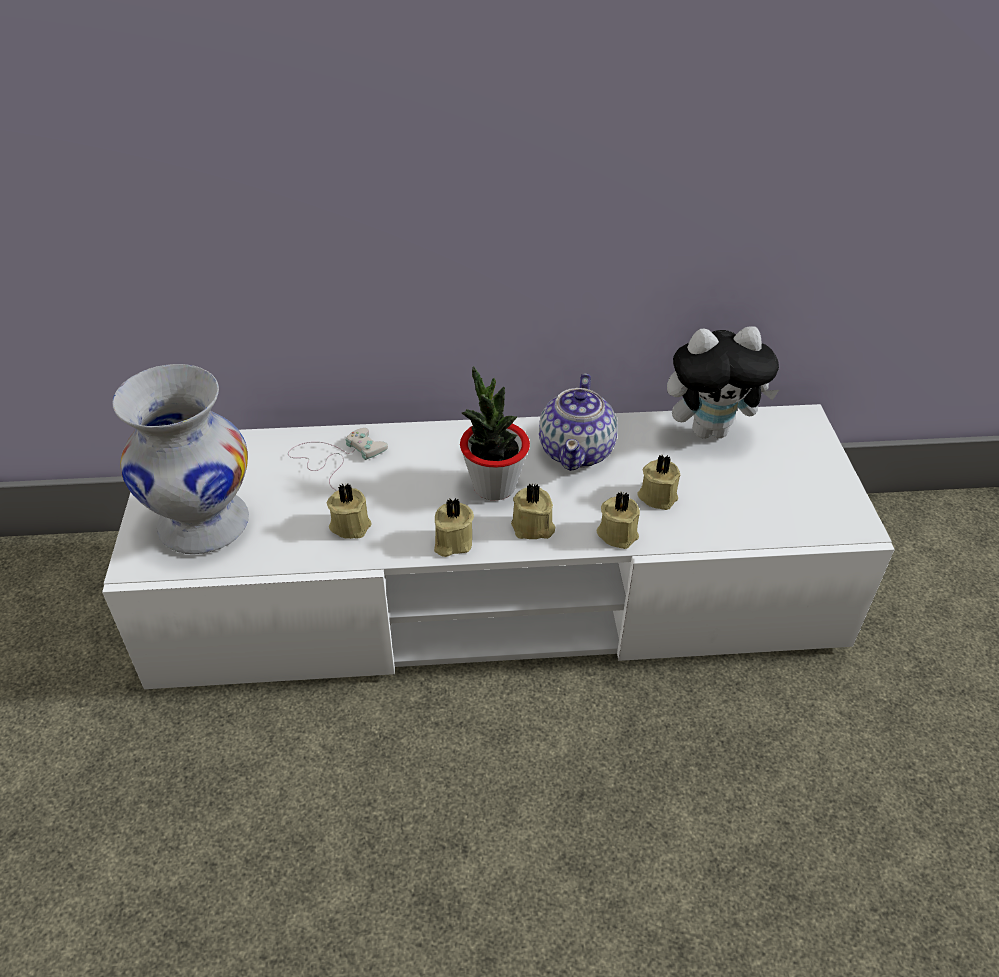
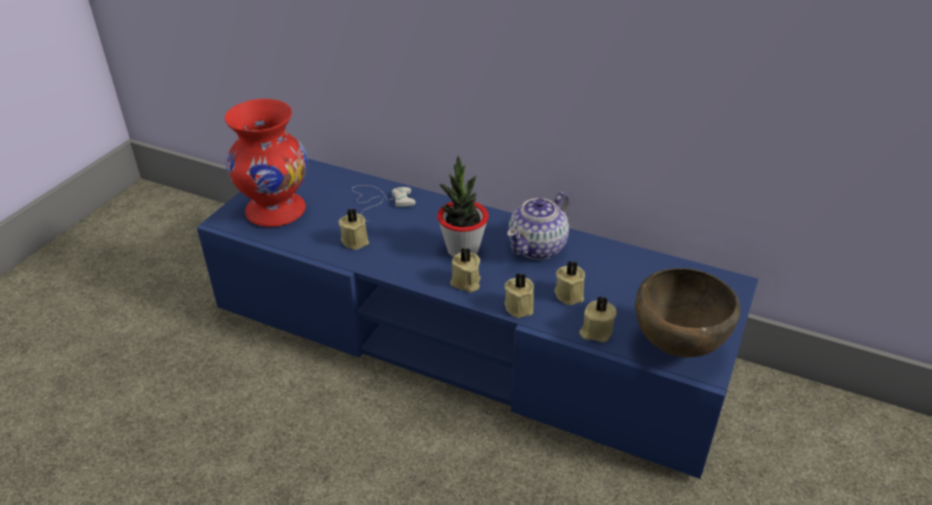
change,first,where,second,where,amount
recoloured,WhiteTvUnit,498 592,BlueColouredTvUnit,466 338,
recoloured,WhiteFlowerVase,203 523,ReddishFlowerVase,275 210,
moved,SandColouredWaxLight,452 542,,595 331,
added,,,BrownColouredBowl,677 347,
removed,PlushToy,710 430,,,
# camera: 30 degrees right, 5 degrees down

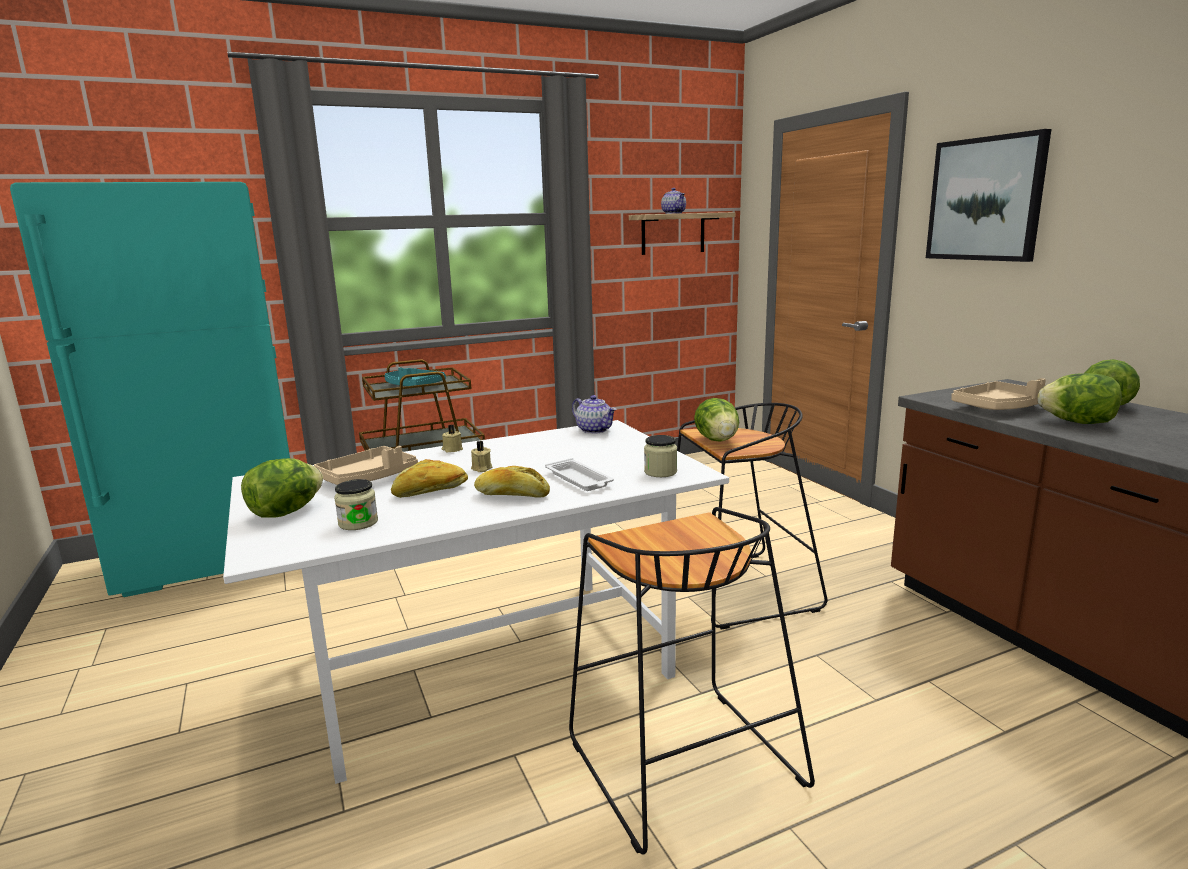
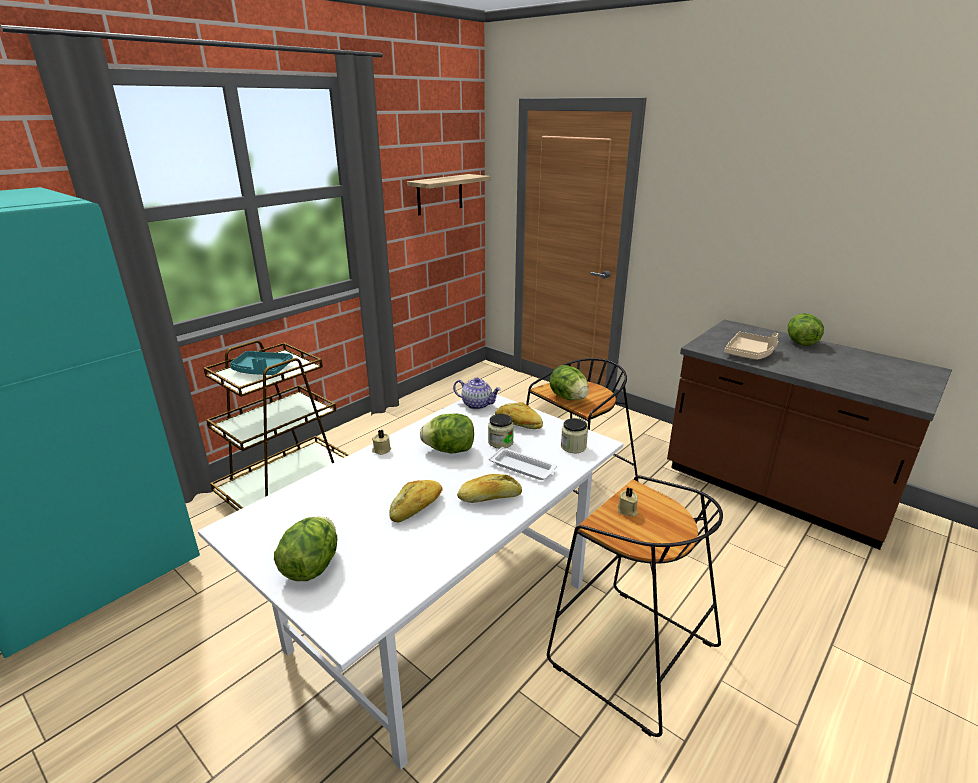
change,first,where,second,where,amount
moved,Lettuce,1077 422,,450 450,
moved,StorageJar,358 523,,500 442,
added,,,BakeryBread,518 424,
moved,SandColouredWaxLight,481 469,,627 511,
removed,SandColouredServingTray,368 478,,,
removed,PotForTea,674 213,,,
removed,Picture,985 199,,,
# camera: 25 degrees left, 10 degrees up

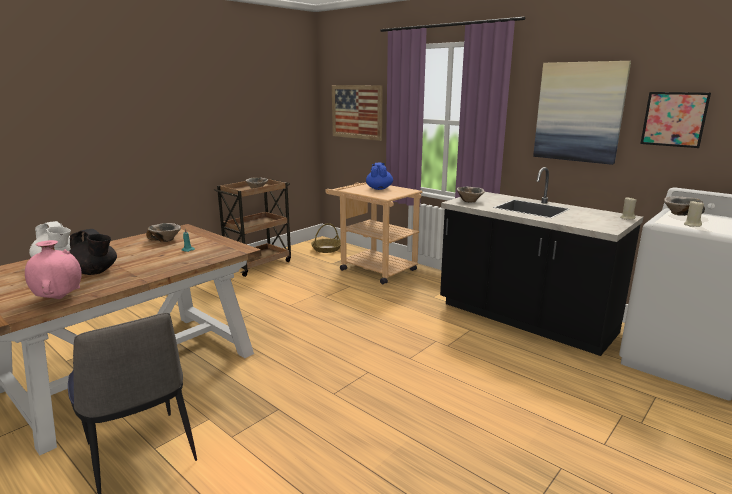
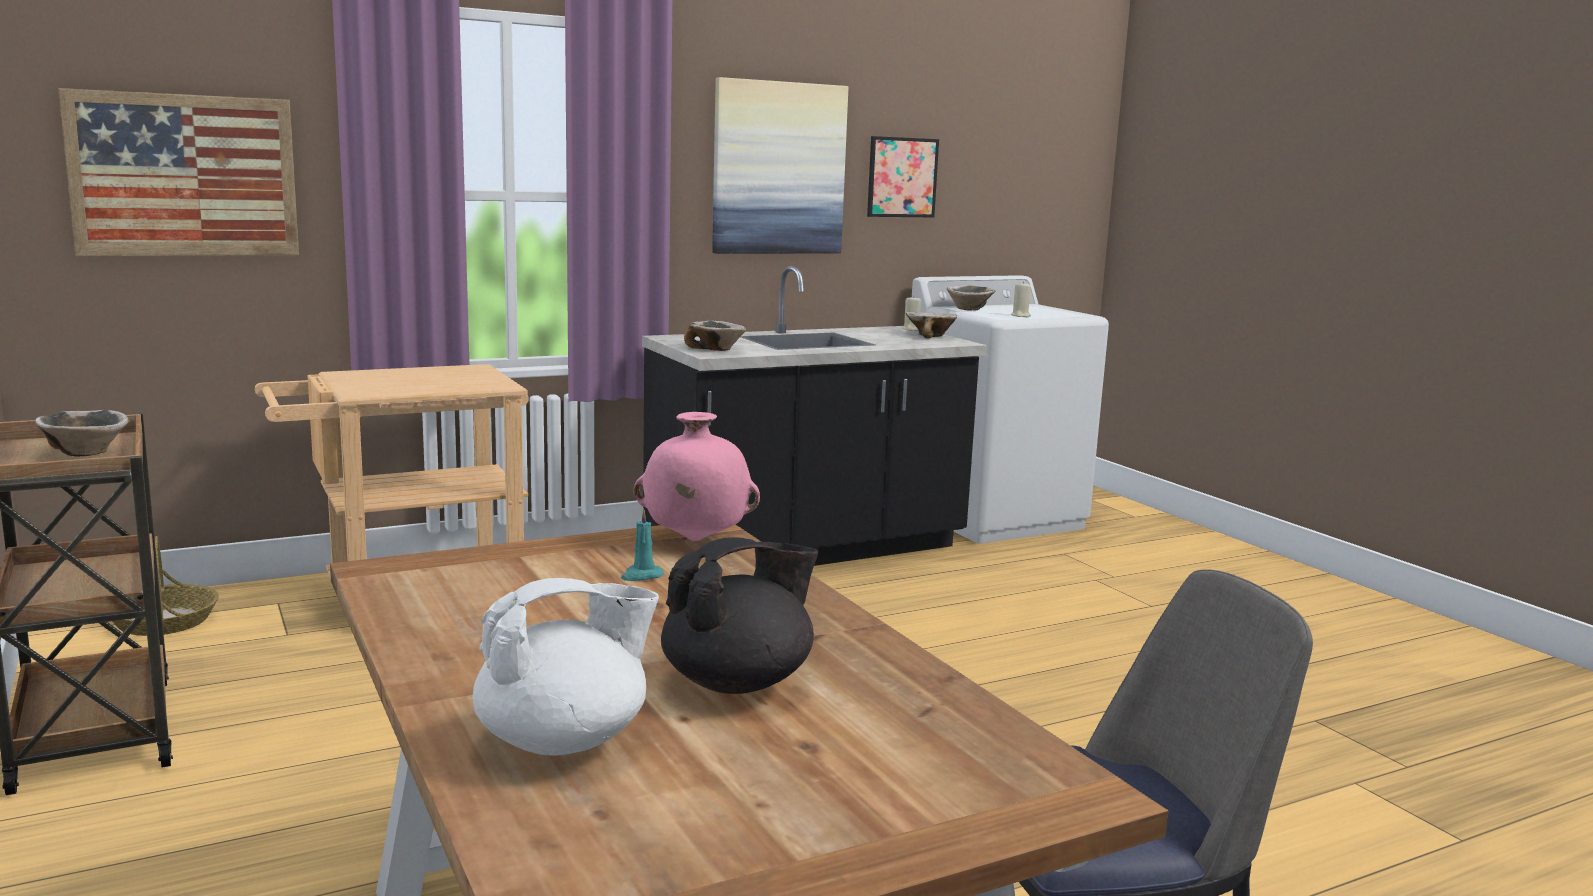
change,first,where,second,where,amount
moved,PinkishFlowerVase,59 298,,694 540,
moved,Bowl,166 240,,930 336,
removed,BlueColouredPotForTea,379 188,,,
# camera: 70 degrees left, 5 degrees down

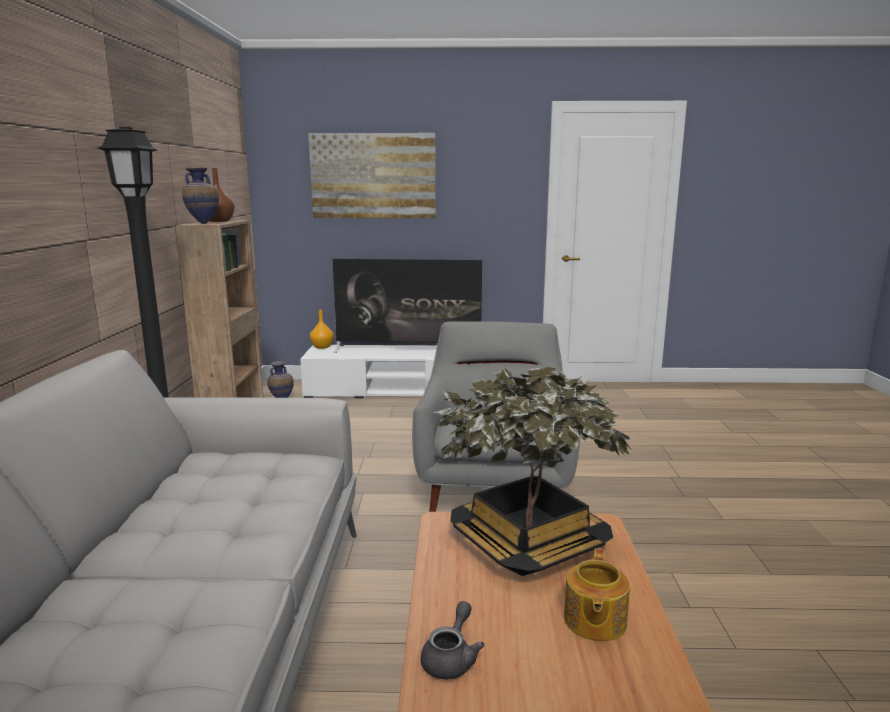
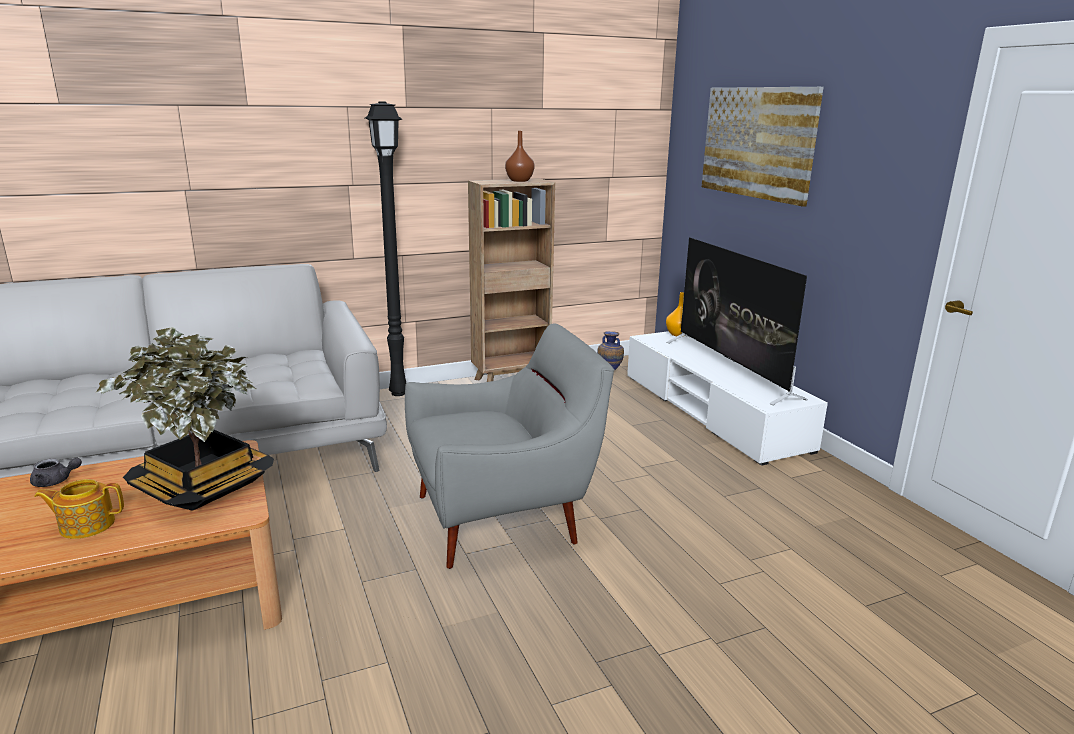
change,first,where,second,where,amount
removed,FlowerVase,203 223,,,
# camera: 65 degrees right, 5 degrees up

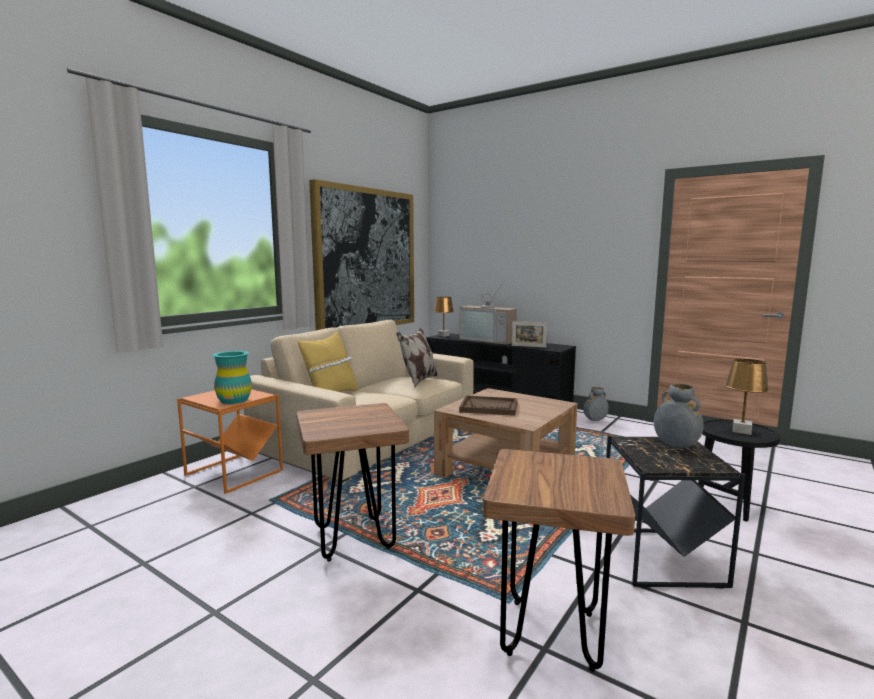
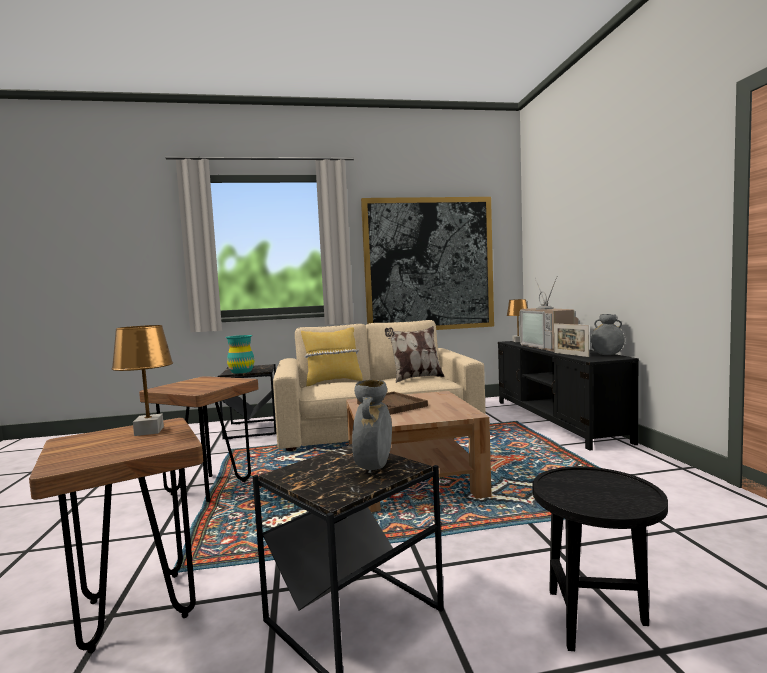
change,first,where,second,where,amount
moved,BrownColouredTabletopLamp,741 431,,149 431,
recoloured,OrangeColouredAccentTable,234 473,BlackColouredAccentTable,253 429,
moved,GreyFlowerVase,595 420,,607 355,
# camera: 45 degrees right, 5 degrees down

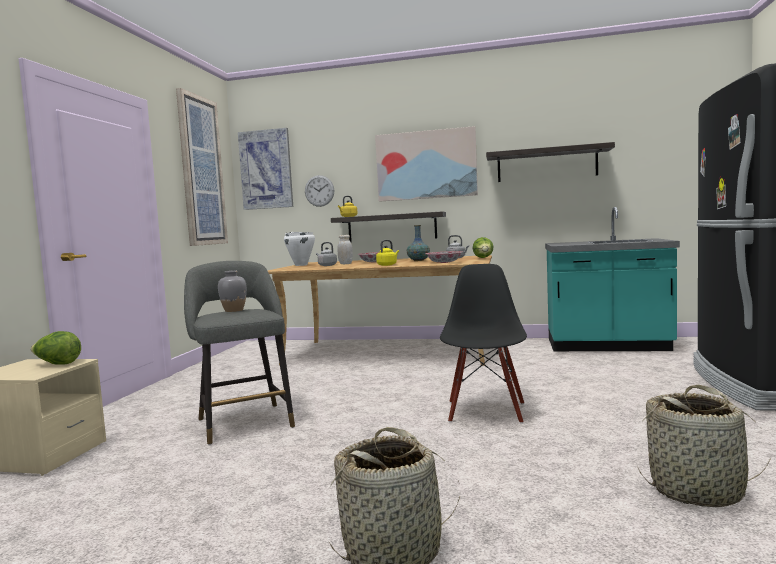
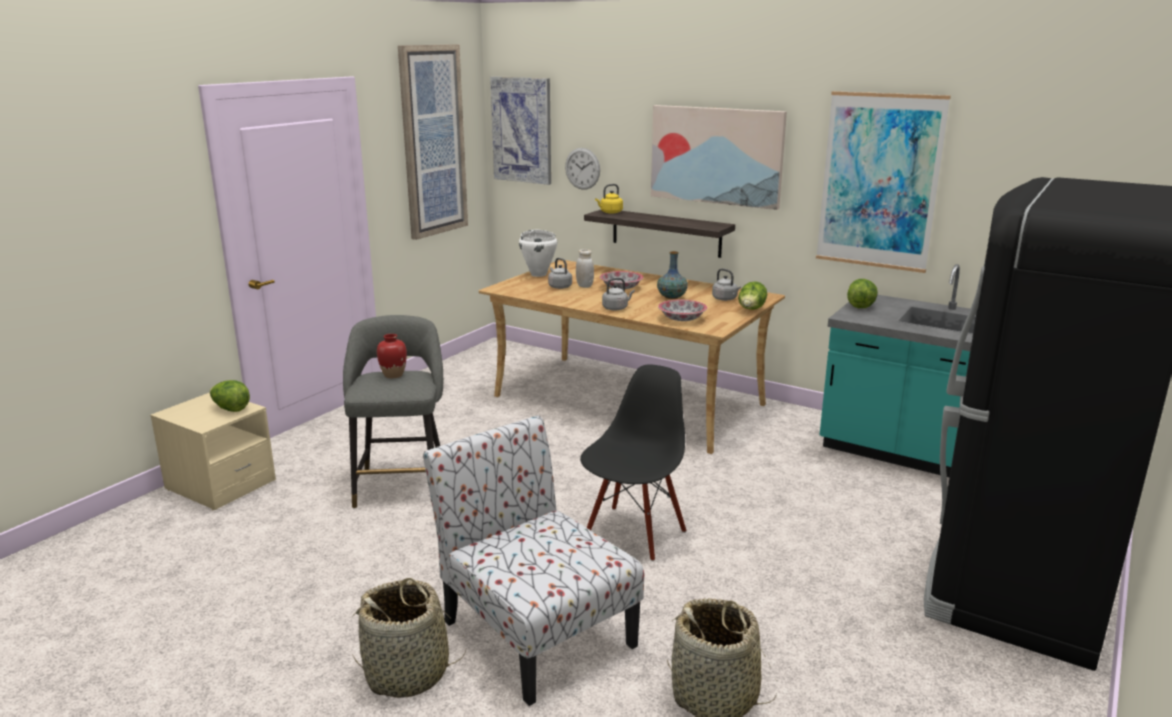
change,first,where,second,where,amount
recoloured,GreyFlowerVase,234 310,ReddishFlowerVase,393 375,
added,,,UprightChair,535 631,
recoloured,YellowColouredTeaKettle,387 265,GreyTeaKettle,616 308,
replaced,Shelf,546 165,Picture,879 181,
added,,,Lettuce,861 306,
# camera: 20 degrees right, 15 degrees up

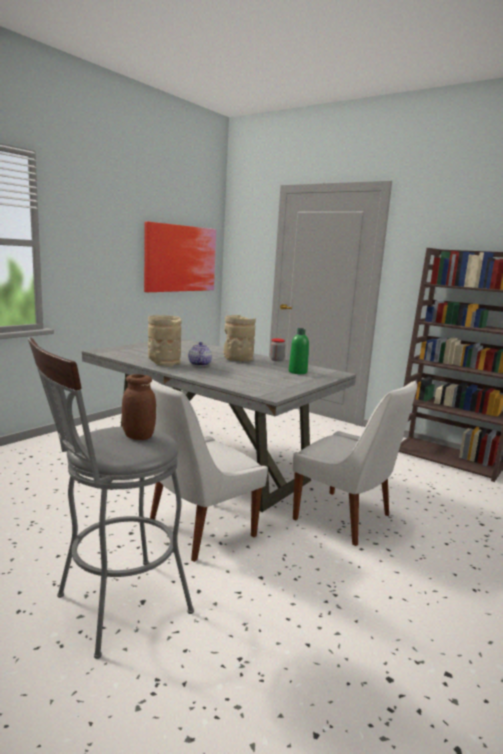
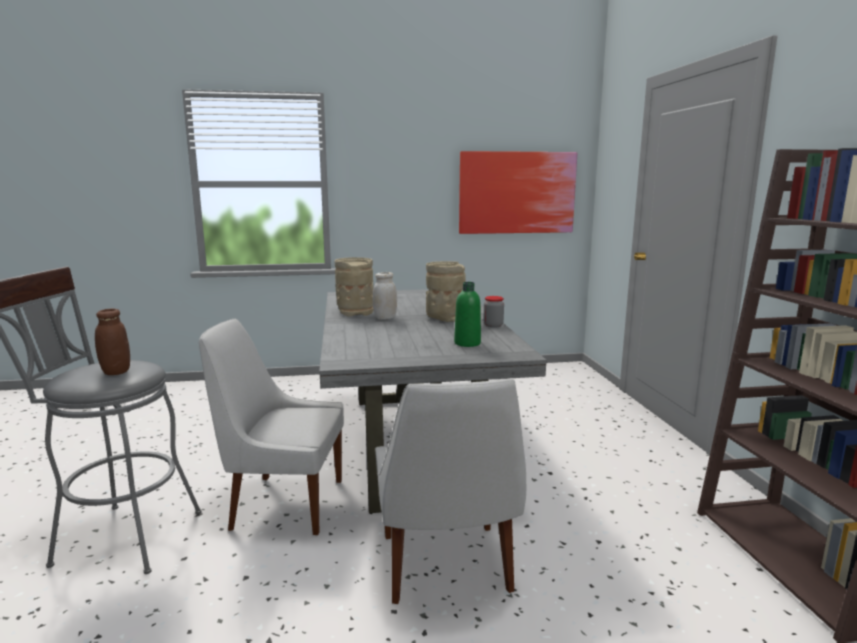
change,first,where,second,where,amount
replaced,PotForTea,199 364,WhiteStorageJar,385 318,
# camera: 45 degrees right, 0 degrees up

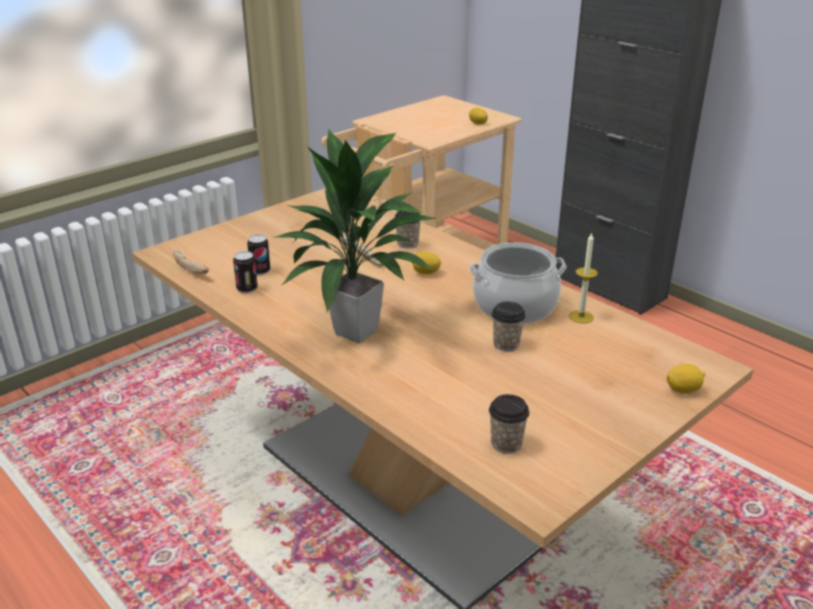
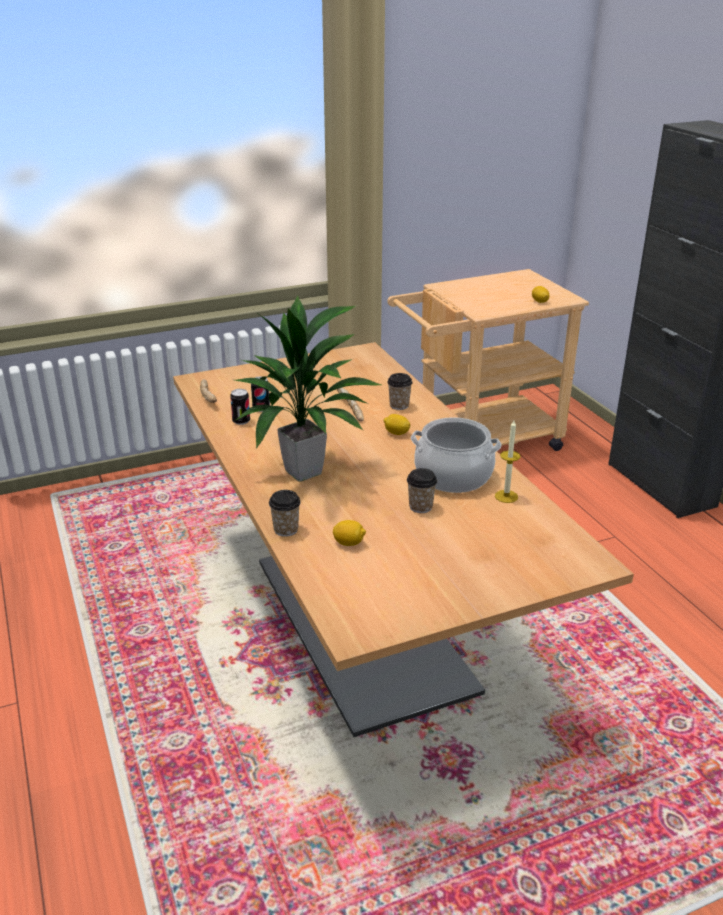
change,first,where,second,where,amount
moved,DrinkingCup,506 444,,286 530,
moved,Lemon,683 390,,349 543,
# camera: 20 degrees right, 0 degrees up

